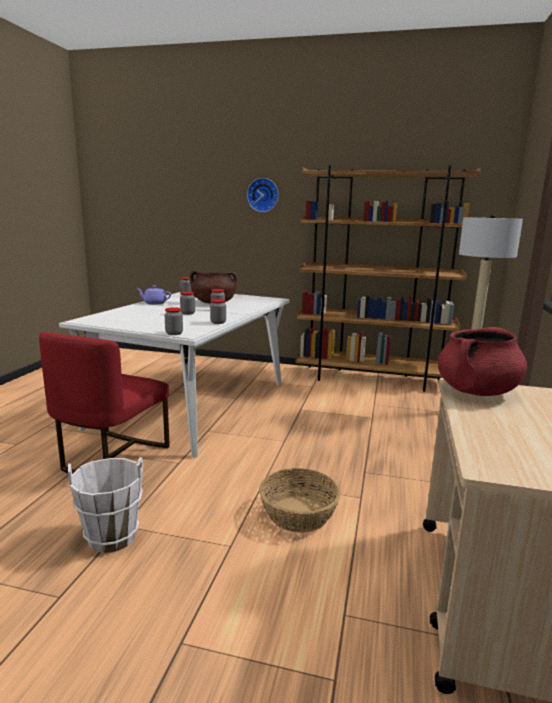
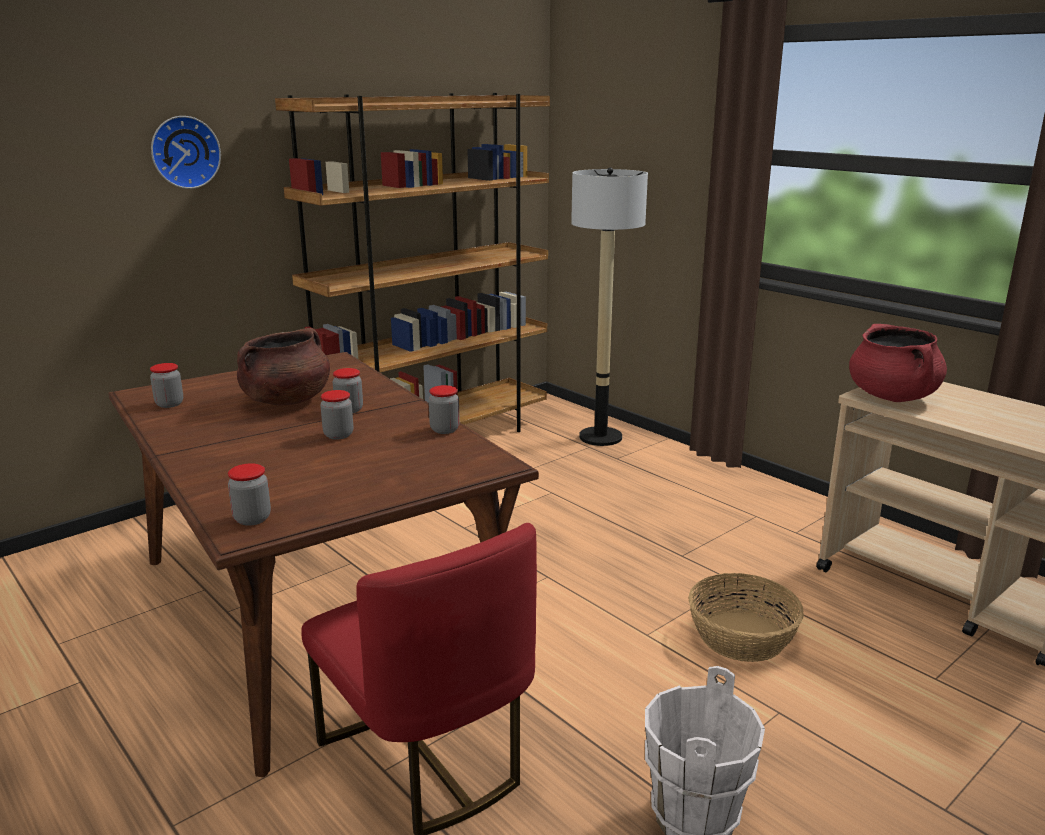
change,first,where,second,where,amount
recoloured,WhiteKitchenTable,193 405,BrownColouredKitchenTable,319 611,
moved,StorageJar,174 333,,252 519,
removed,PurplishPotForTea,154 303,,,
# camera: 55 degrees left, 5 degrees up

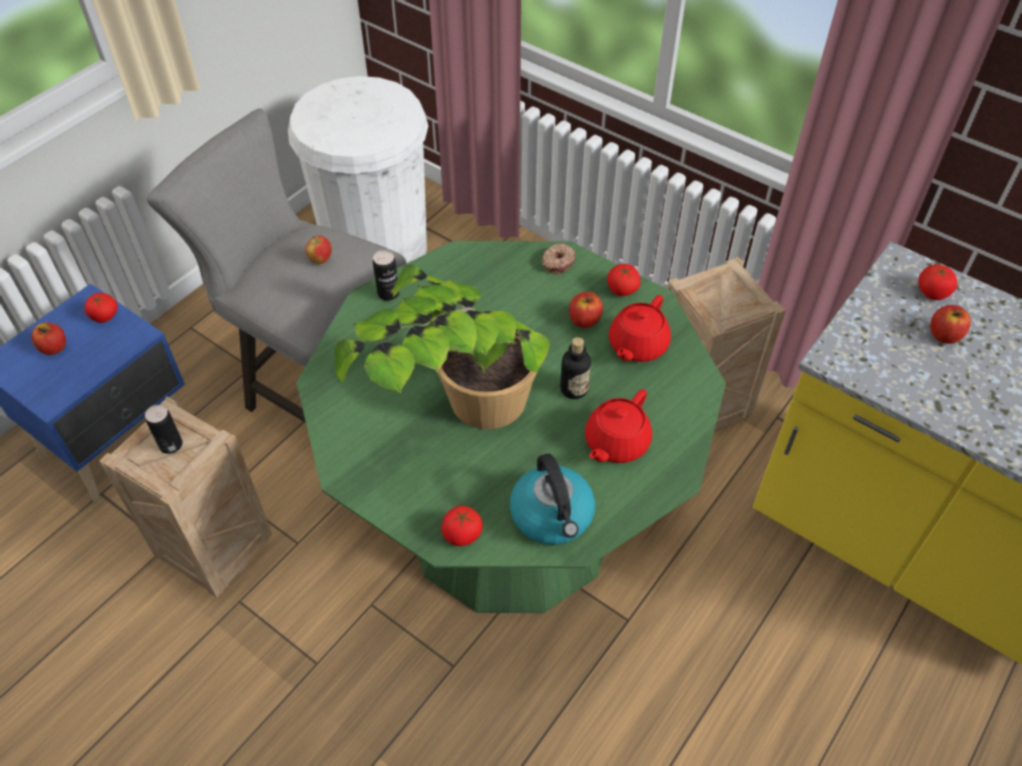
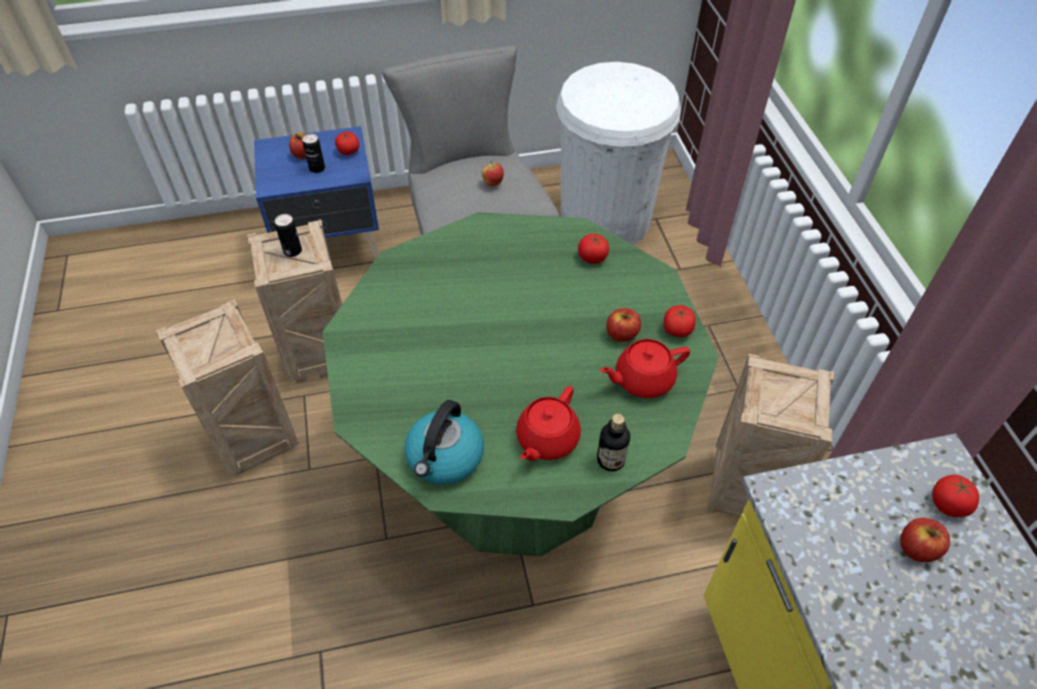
change,first,where,second,where,amount
added,,,PackingCrate,256 440,
moved,MetalCan,388 293,,317 168,
turned,ReddishPotForTea,615 443,,546 439,45 degrees counterclockwise
moved,FreshTomato,462 534,,592 257,
moved,Bottle,574 389,,610 459,
removed,PottedPlant,454 419,,,
removed,Doughnut,557 262,,,
# camera: 40 degrees right, 0 degrees up

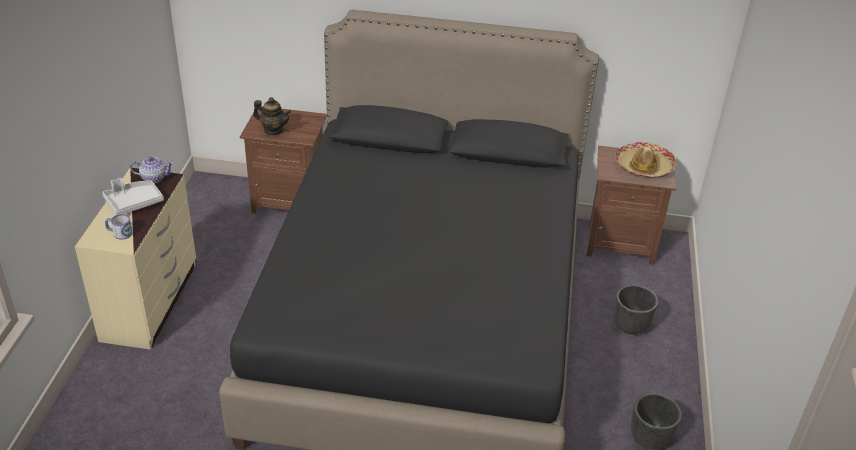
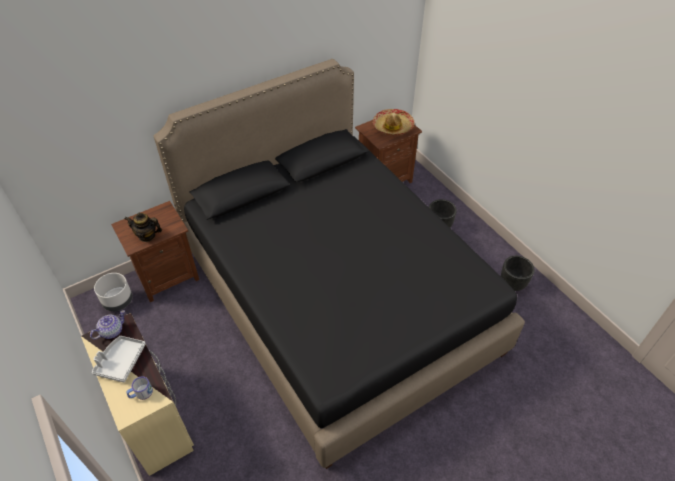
change,first,where,second,where,amount
added,,,GreyPlanter,118 301,
turned,PotForTea,273 130,,147 236,150 degrees counterclockwise
# camera: 40 degrees left, 10 degrees up

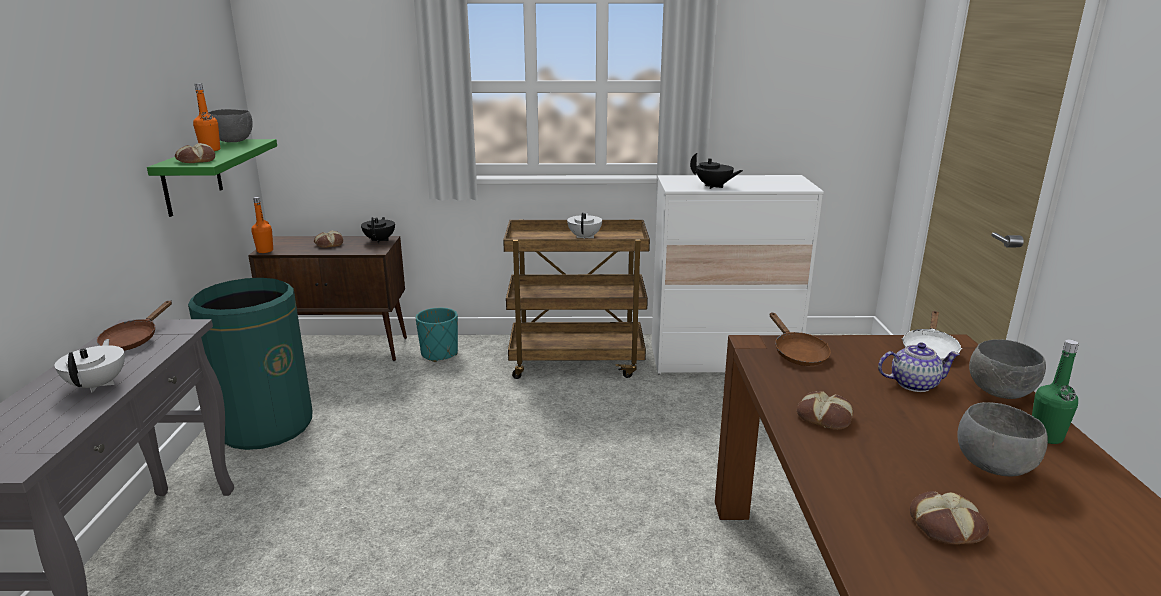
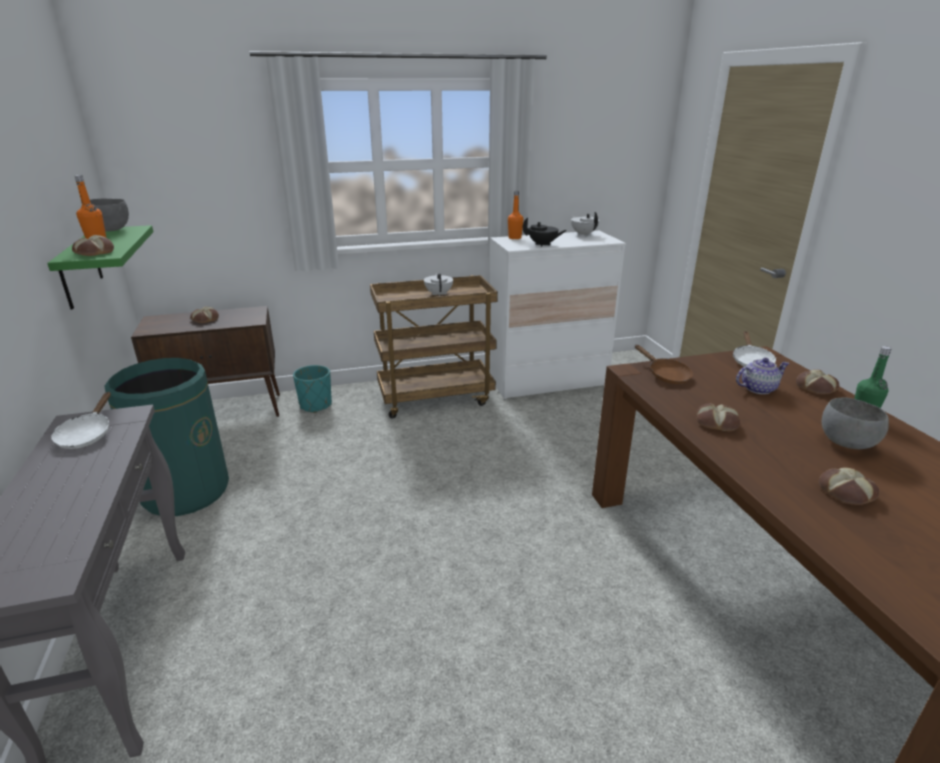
change,first,where,second,where,amount
recoloured,BrownColouredFryingPan,134 340,WhiteFryingPan,87 434,
moved,OrangeColouredBottle,265 251,,514 238,
moved,WhitePotForTea,98 385,,583 234,
replaced,GreyBowl,1001 393,BakeryBread,816 388,
removed,BlackColouredPotForTea,380 240,,,
# camera: 15 degrees left, 5 degrees up

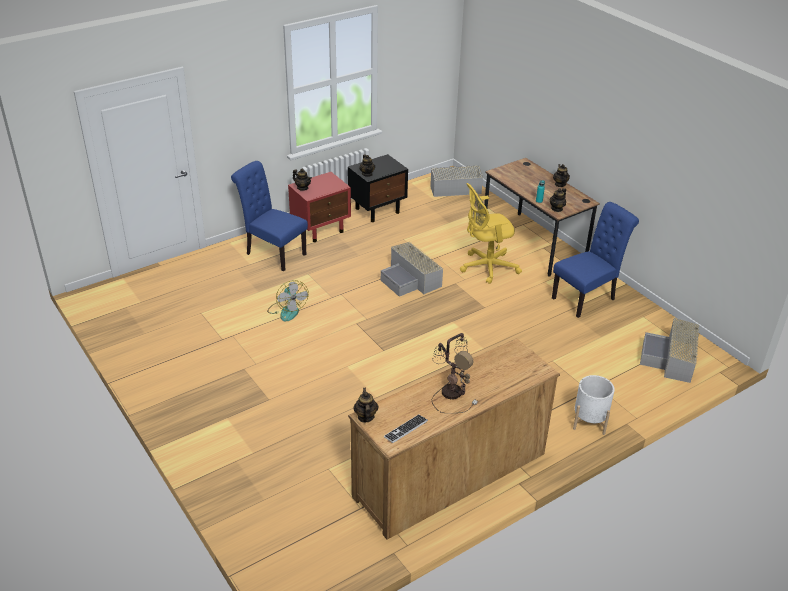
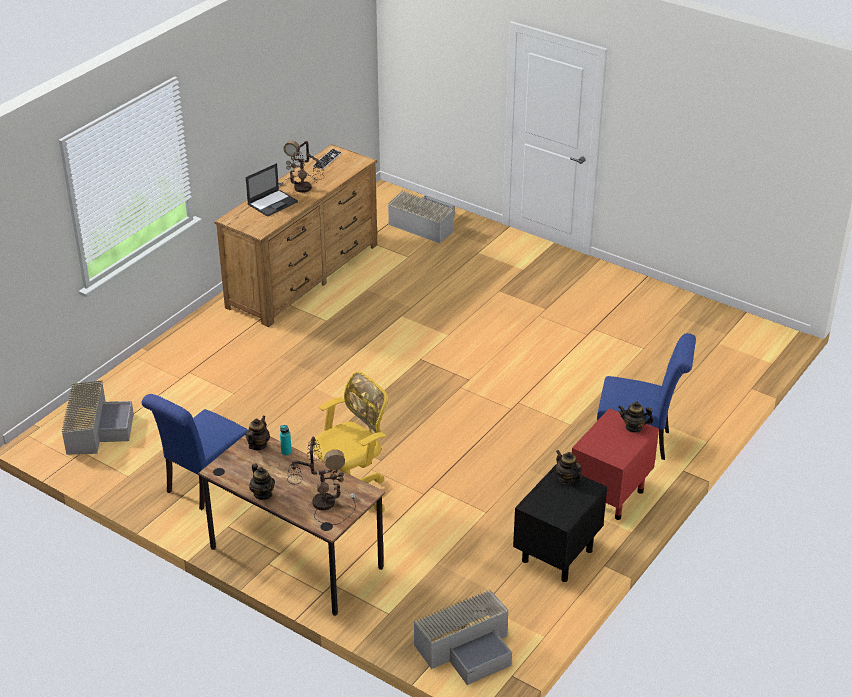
change,first,where,second,where,amount
added,,,Laptop,273 203,
added,,,TabletopLamp,322 502,
moved,GreyStorageContainer,411 279,,424 224,
removed,CoolingFan,287 310,,,
removed,PotForTea,365 417,,,
removed,WhitePlanter,589 421,,,
# camera: 160 degrees right, 0 degrees up

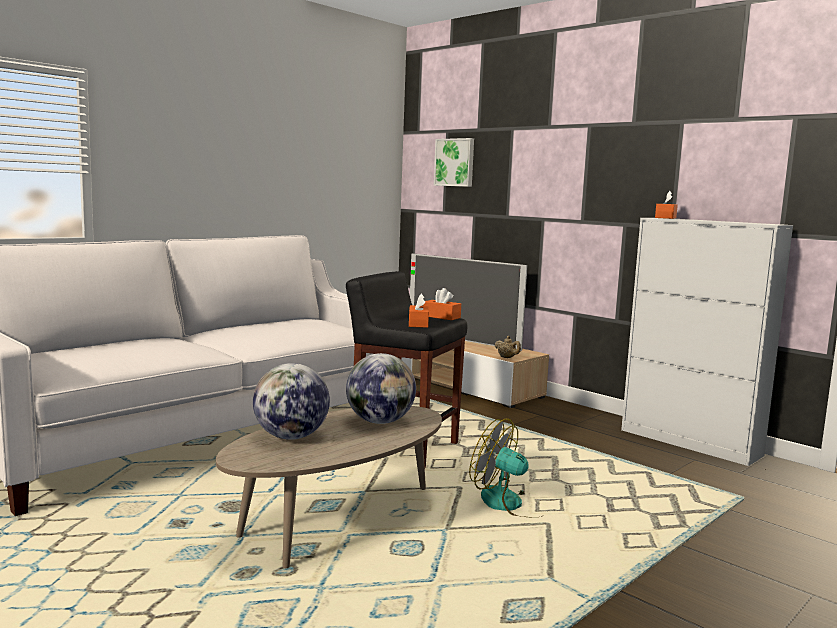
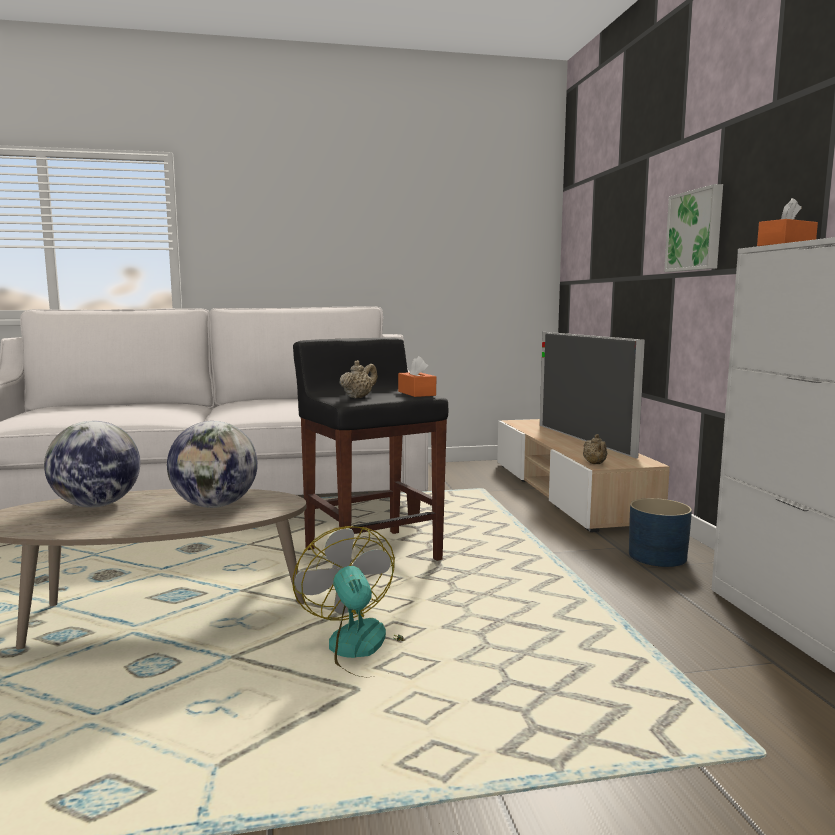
change,first,where,second,where,amount
replaced,OrangeColouredTissueBox,418 324,SandColouredPotForTea,358 397,
added,,,BlueColouredPlanter,658 556,
moved,Picture,455 162,,696 231,
# camera: 35 degrees right, 0 degrees up

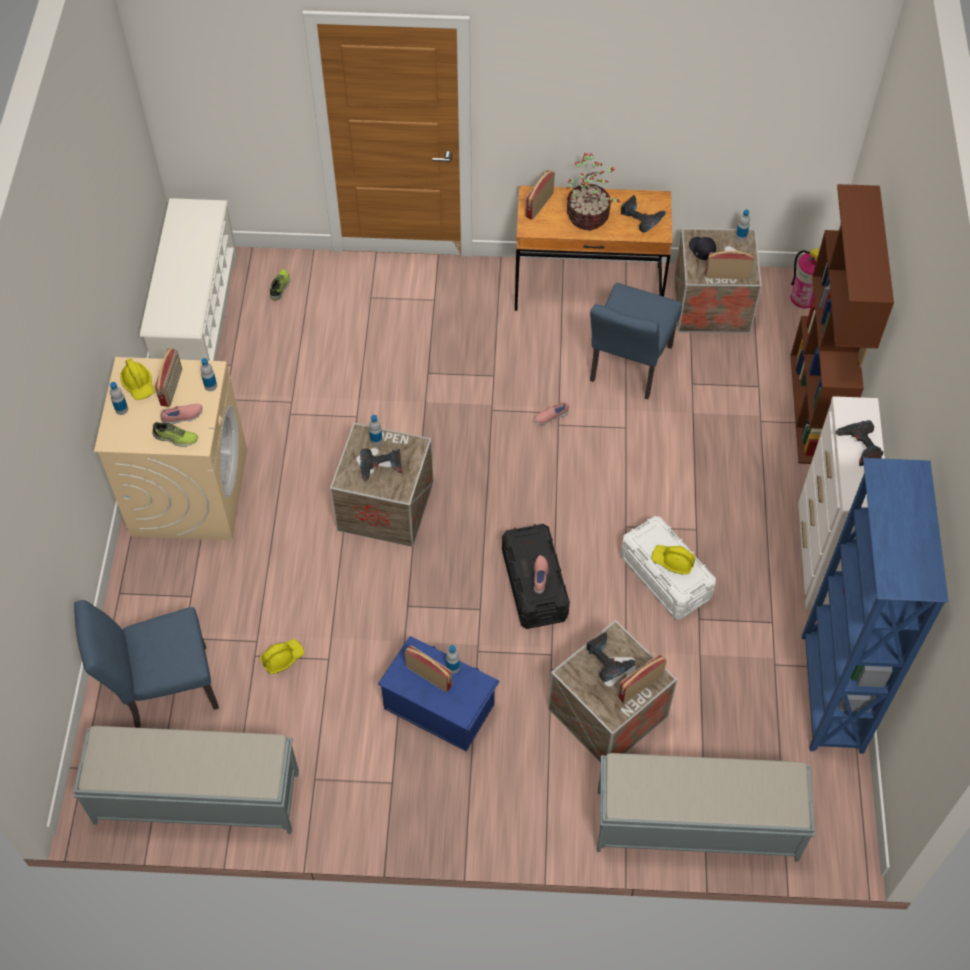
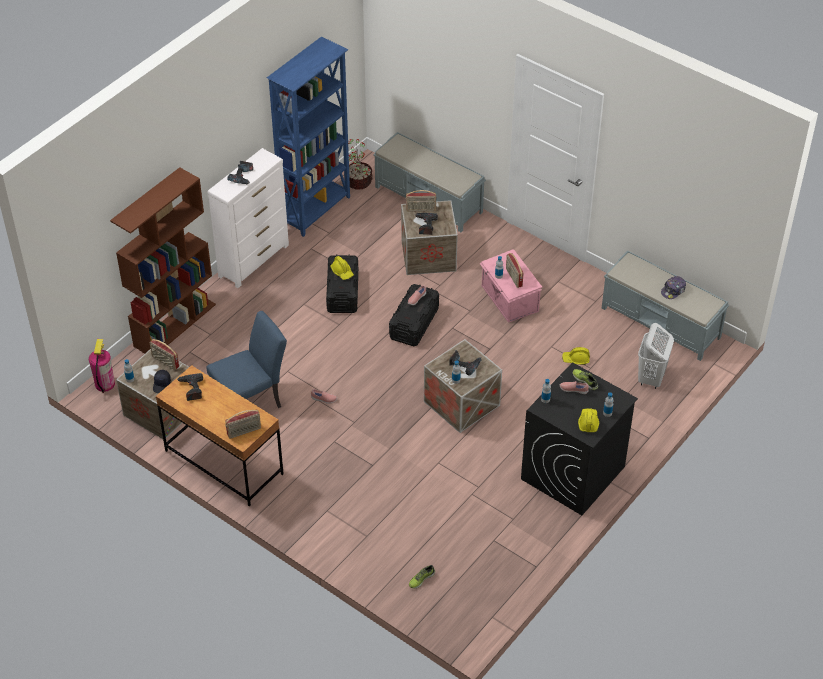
change,first,where,second,where,amount
recoloured,WhiteStorageContainer,665 577,BlackColouredStorageContainer,343 292,
moved,PottedPlant,589 216,,358 181,
recoloured,BlueColouredStorageContainer,439 705,PinkishStorageContainer,509 299,
recoloured,SandColouredWashingMachine,189 491,BlackColouredWashingMachine,573 473,
replaced,BlueColouredUprightChair,162 688,WhiteWashingBasket,651 378,
added,,,Cap,673 290,
removed,WhiteShoeShelf,197 316,,,
removed,RadioSet,172 387,,,
# camera: 145 degrees left, 10 degrees down

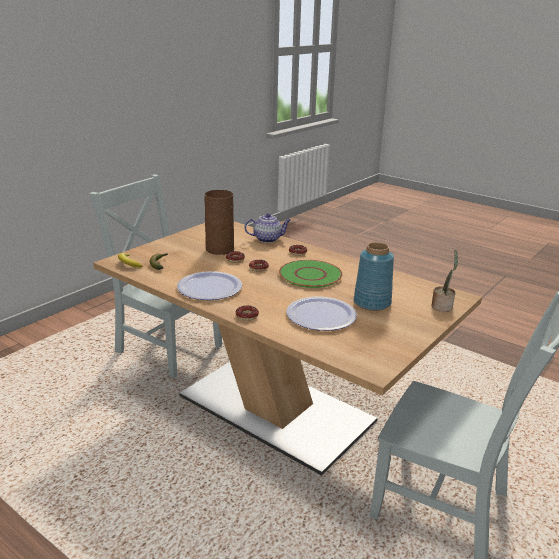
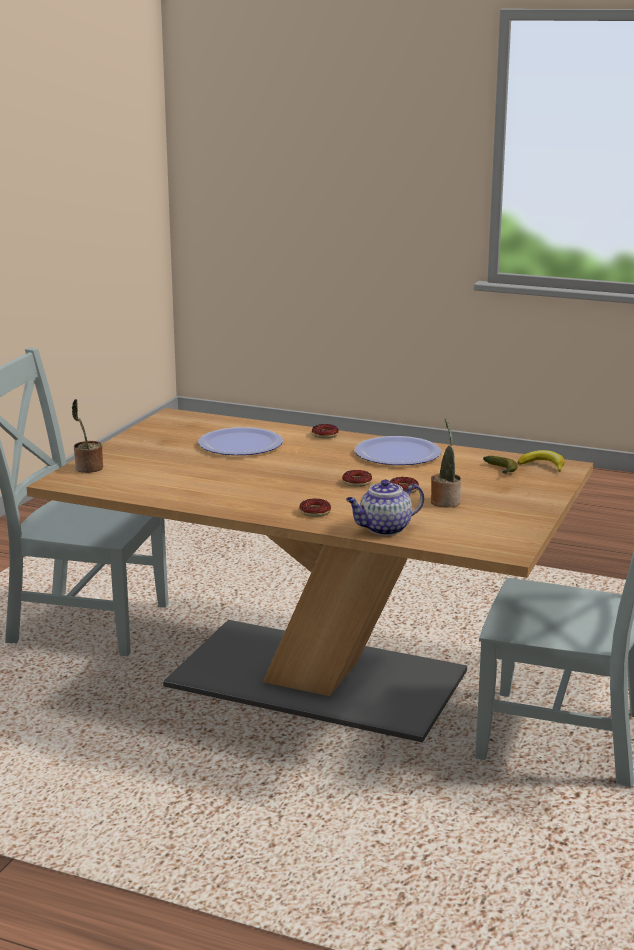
change,first,where,second,where,amount
replaced,BrownColouredFlowerVase,219 249,PottedPlant,445 501,
removed,GreenishPlate,310 275,,,
removed,BlueColouredFlowerVase,372 303,,,
# camera: 165 degrees right, 5 degrees down

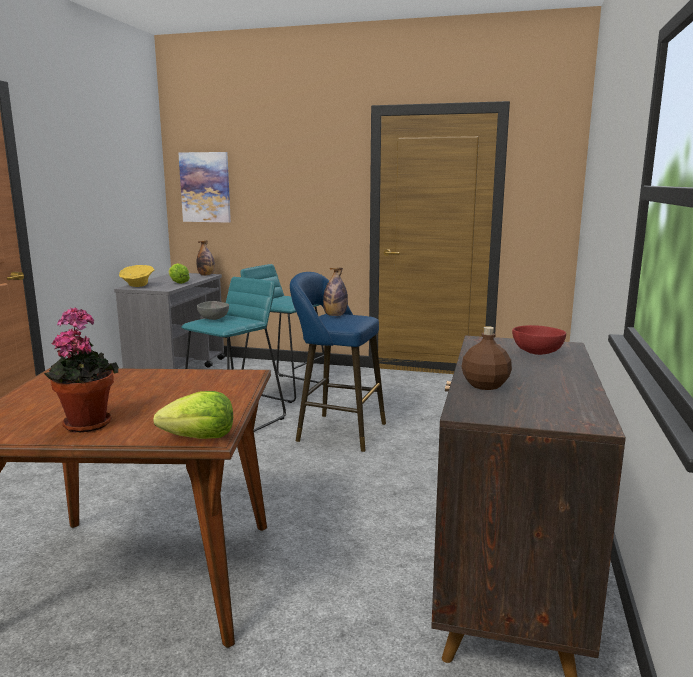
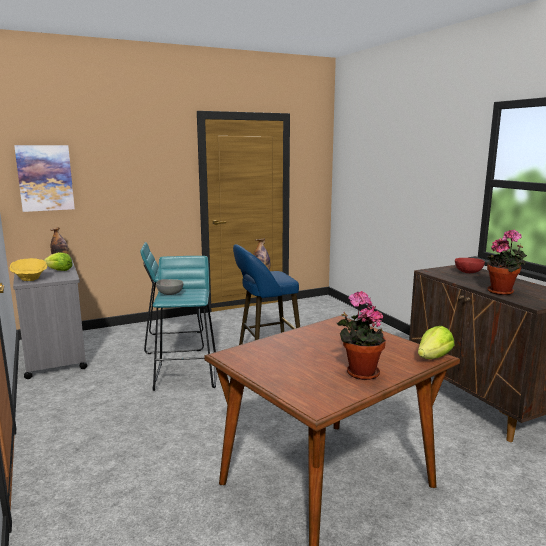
change,first,where,second,where,amount
replaced,BrownColouredBottle,485 385,PottedPlant,502 292,
# camera: 40 degrees left, 0 degrees up

